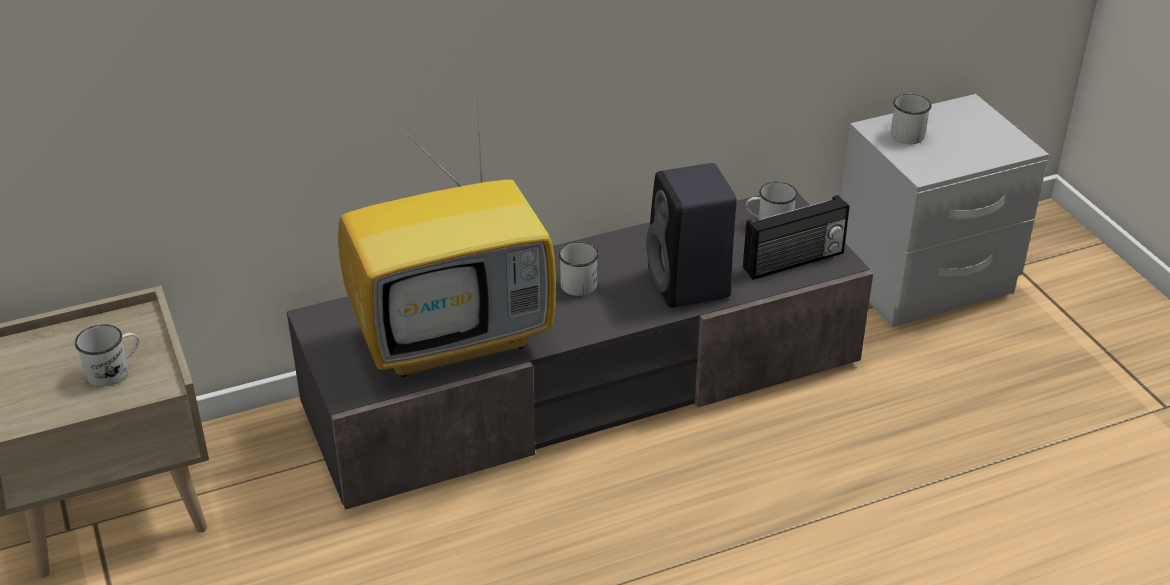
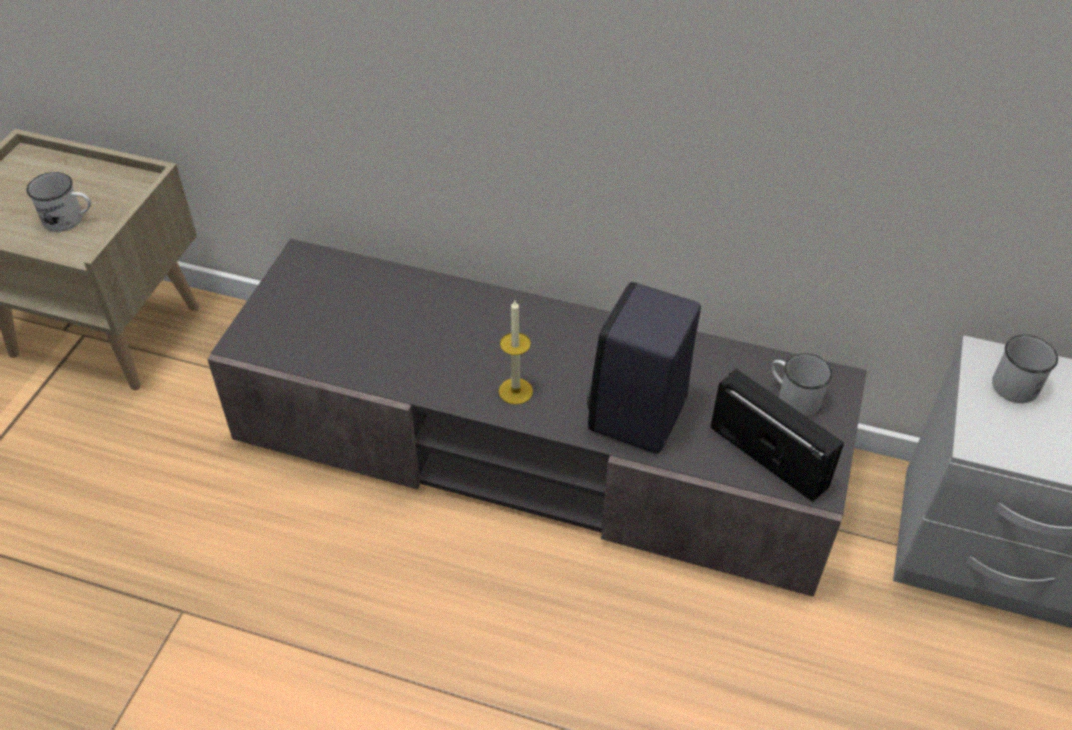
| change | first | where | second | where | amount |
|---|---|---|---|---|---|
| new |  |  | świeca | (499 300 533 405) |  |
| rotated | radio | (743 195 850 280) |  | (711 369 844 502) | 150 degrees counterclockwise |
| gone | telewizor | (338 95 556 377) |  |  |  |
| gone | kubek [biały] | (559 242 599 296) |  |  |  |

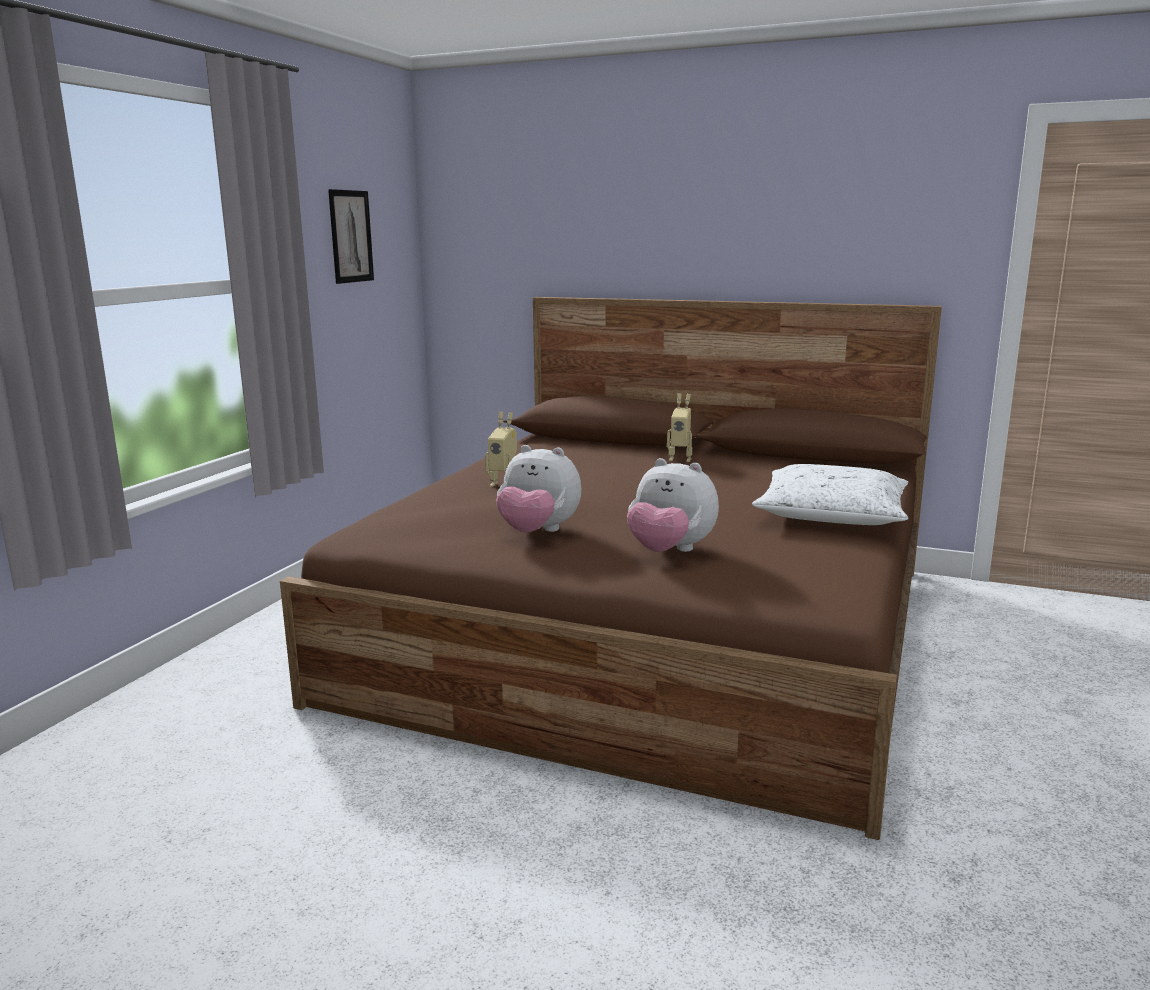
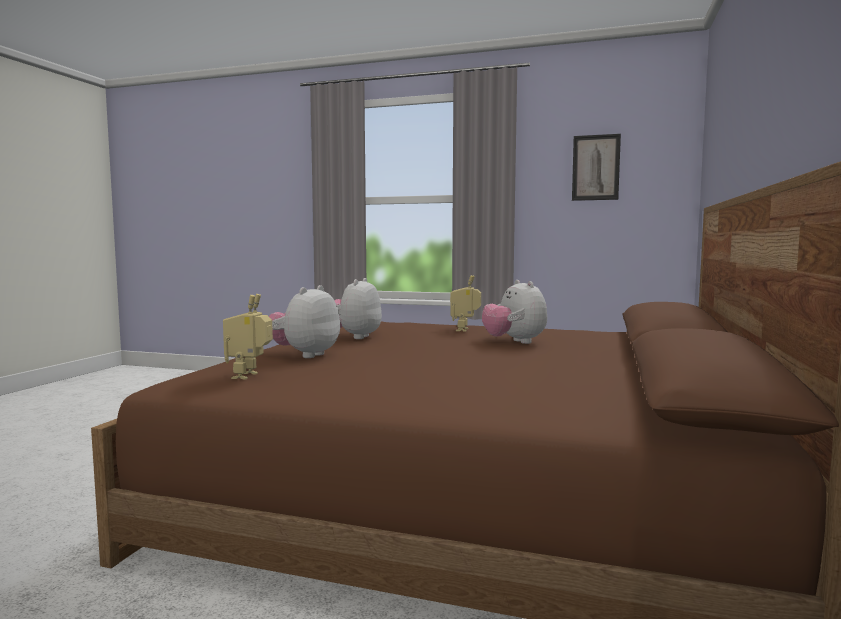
| change | first | where | second | where | amount |
|---|---|---|---|---|---|
| shifted | robot zabawkowy | (667 393 692 462) |  | (223 294 273 379) |  |
| new |  |  | pluszak | (482 280 547 344) |  |
| gone | poduszka [biały] | (752 464 908 525) |  |  |  |

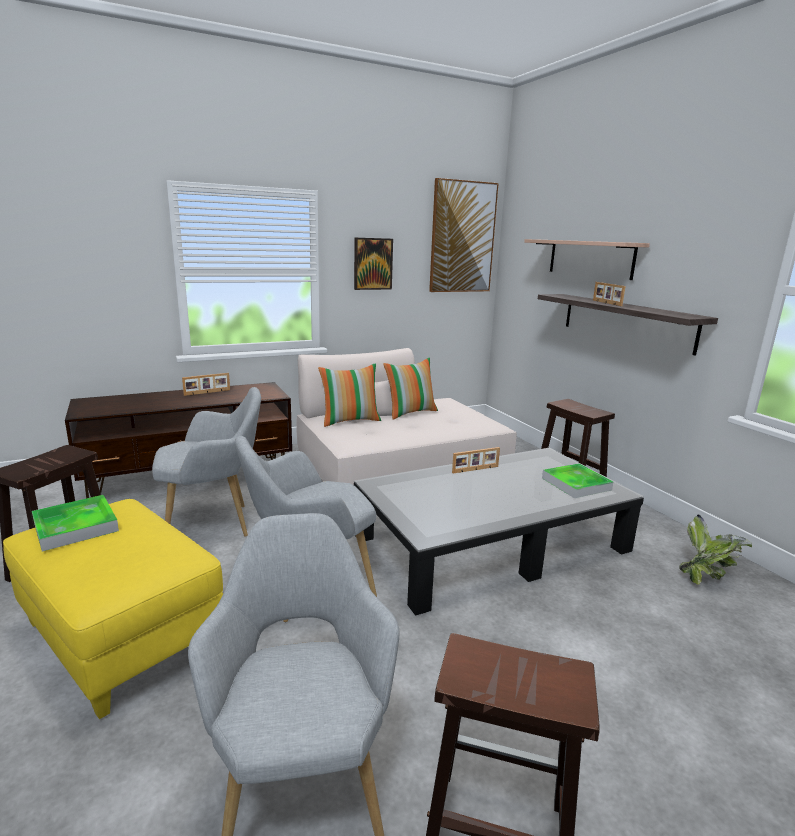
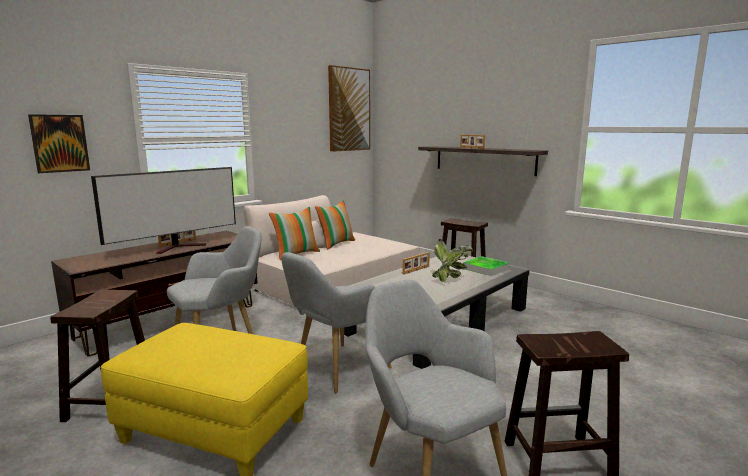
| change | first | where | second | where | amount |
|---|---|---|---|---|---|
| shifted | obraz | (354 238 393 290) |  | (28 114 90 173) |  |
| new |  |  | telewizor | (91 167 236 254) |  |
| shifted | roślina doniczkowa | (679 514 752 585) |  | (432 239 473 282) |  |
| gone | taca | (32 495 119 552) |  |  |  |
| gone | półka | (524 239 650 280) |  |  |  |

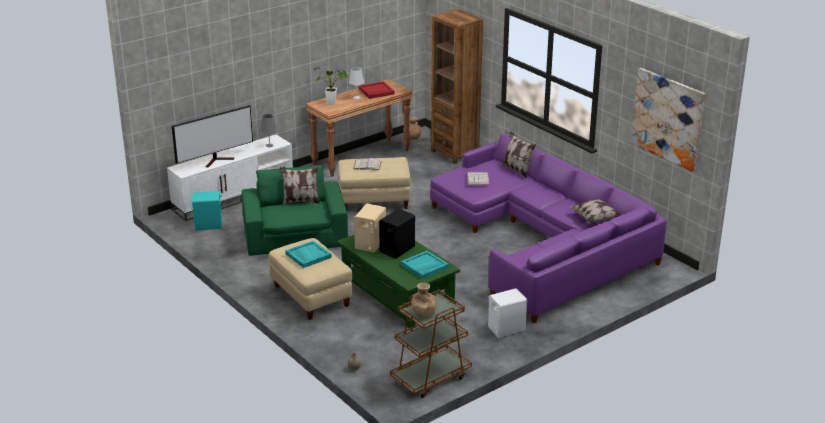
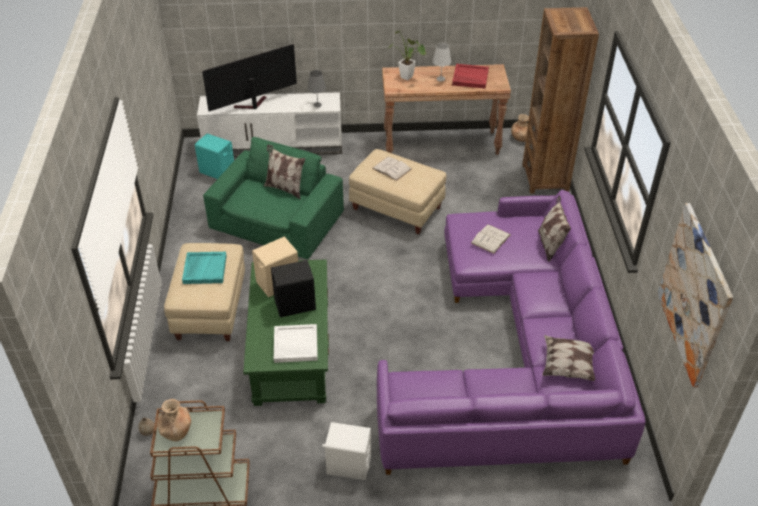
| change | first | where | second | where | amount |
|---|---|---|---|---|---|
| rotated | telewizor | (172 105 253 167) |  | (202 44 297 111) | 150 degrees clockwise |
| repainted | taca [turkusowy] | (401 251 449 279) | taca [biały] | (274 324 318 363) |  |

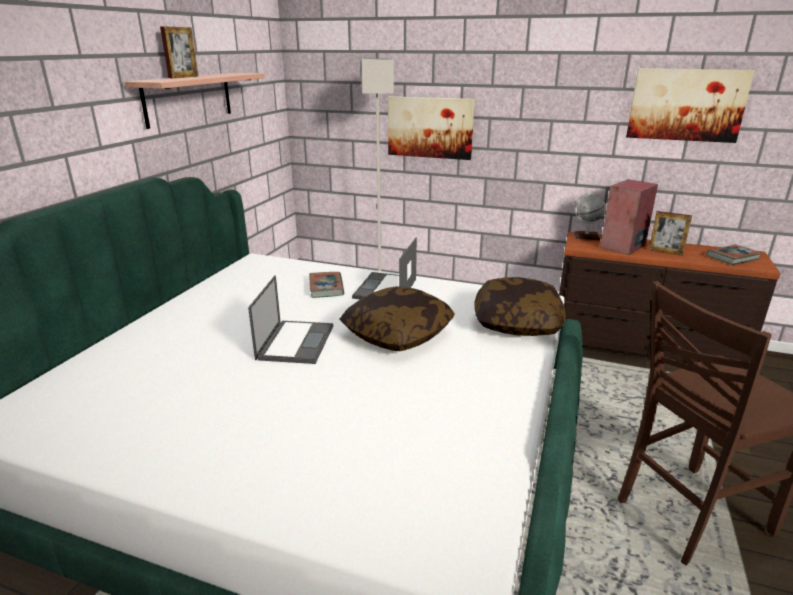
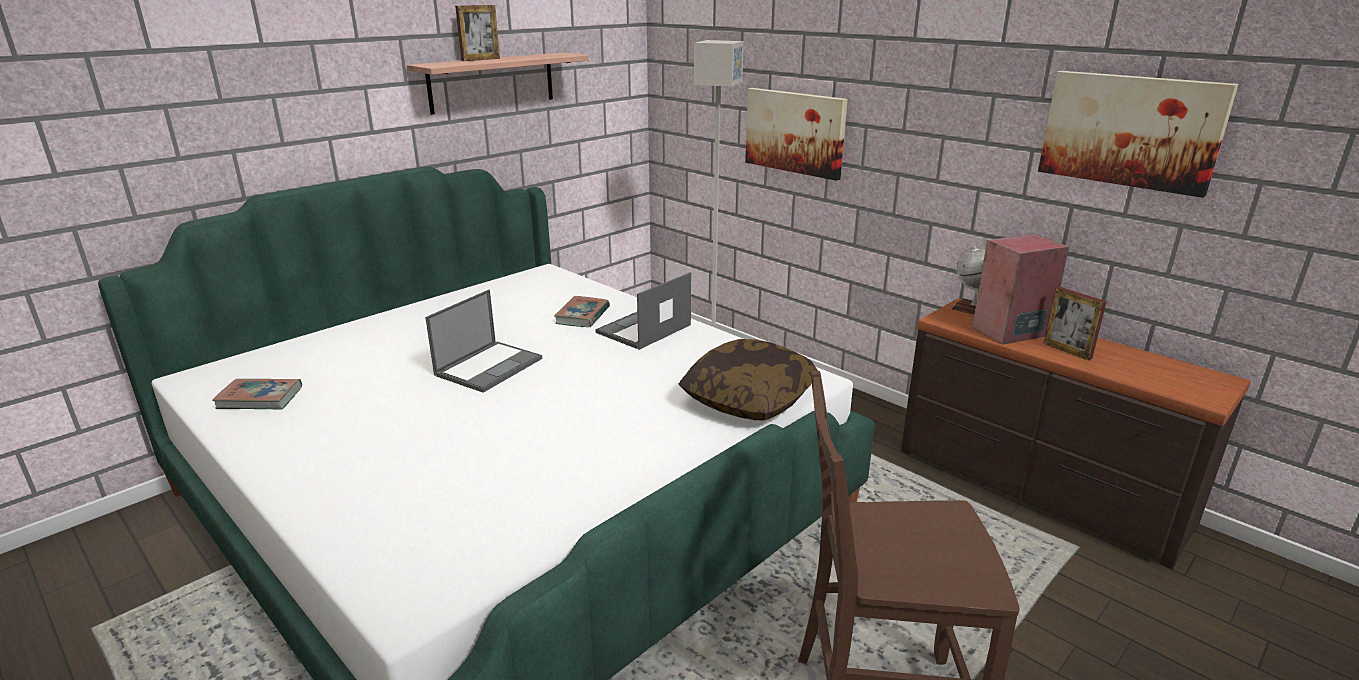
| change | first | where | second | where | amount |
|---|---|---|---|---|---|
| shifted | książka | (706 245 762 265) |  | (212 379 302 409) |  |
| gone | poduszka | (339 286 455 351) |  |  |  |

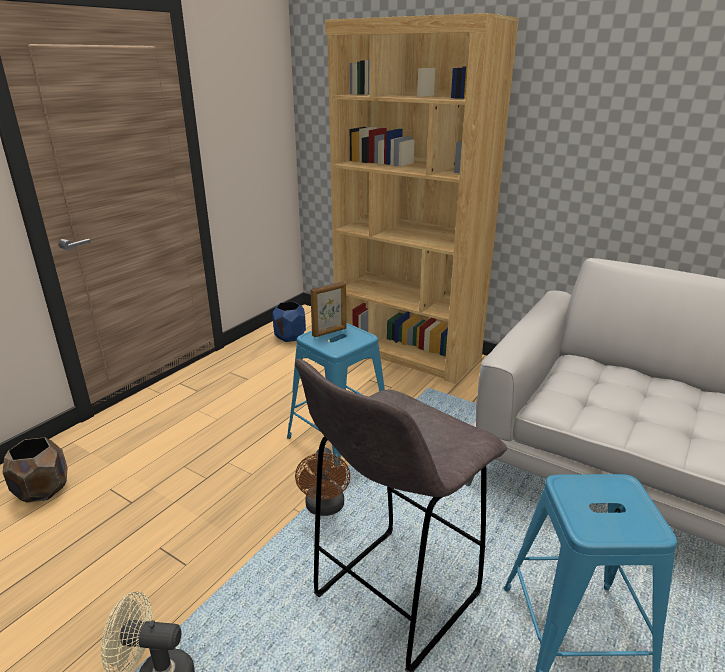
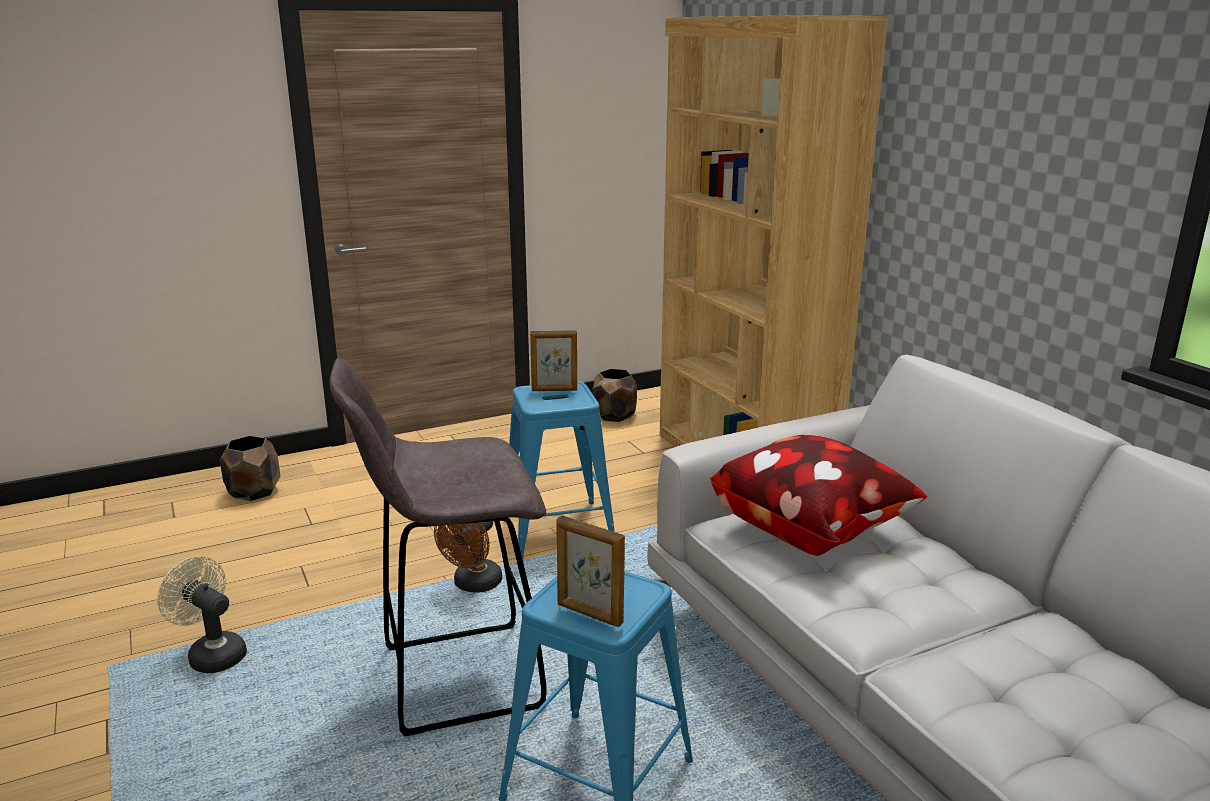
| change | first | where | second | where | amount |
|---|---|---|---|---|---|
| new |  |  | ramka na zdjęcie | (557 515 625 627) |  |
| repainted | donica [niebieski] | (272 302 306 342) | donica [brązowy] | (593 369 637 422) |  |
| new |  |  | poduszka | (710 434 927 556) |  |

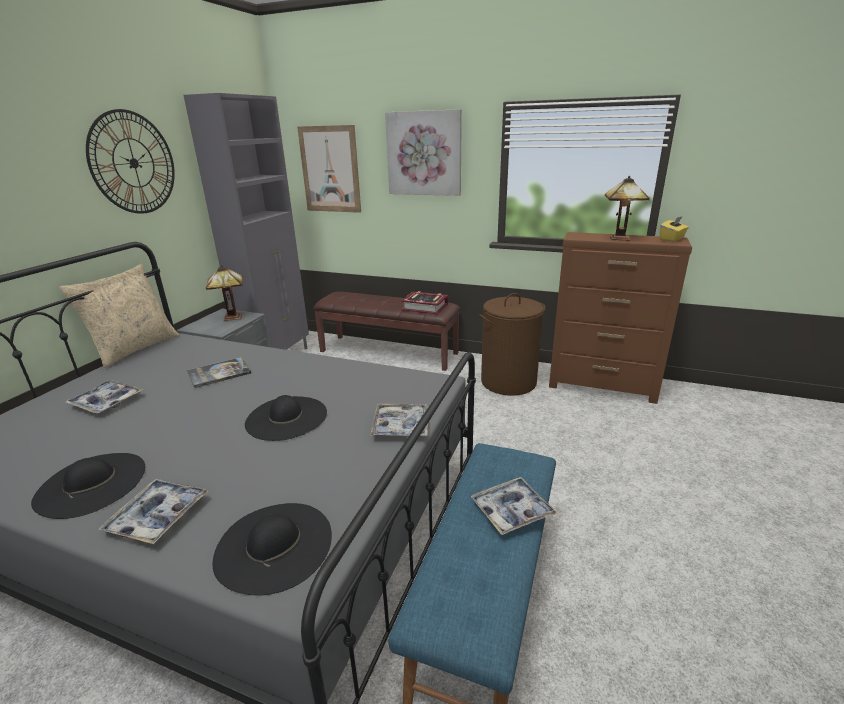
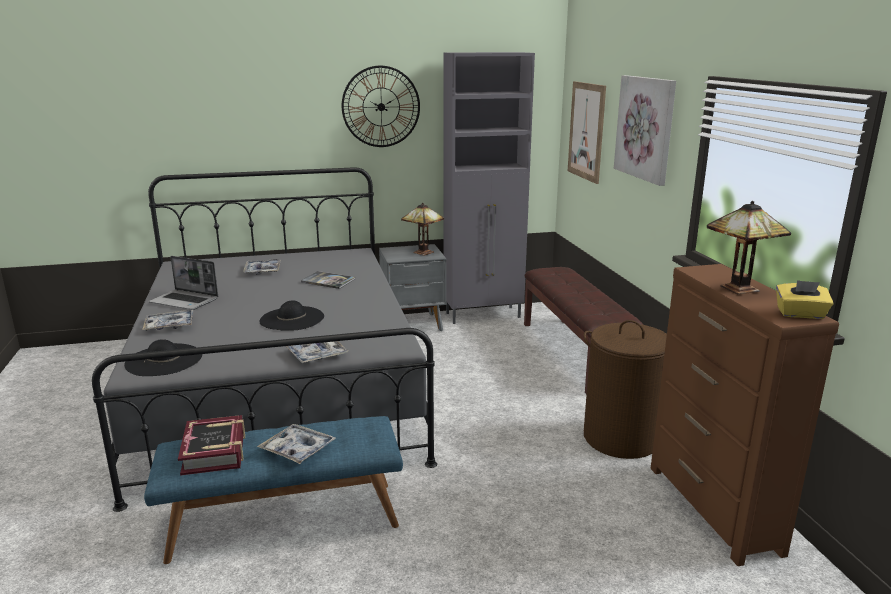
| change | first | where | second | where | amount |
|---|---|---|---|---|---|
| swapped | kapelusz [czarny] | (31 453 145 519) | laptop | (149 256 218 310) |  |
| shifted | książka | (401 291 448 314) |  | (178 415 245 476) |  |
| gone | poduszka [beżowy] | (59 264 180 368) |  |  |  |

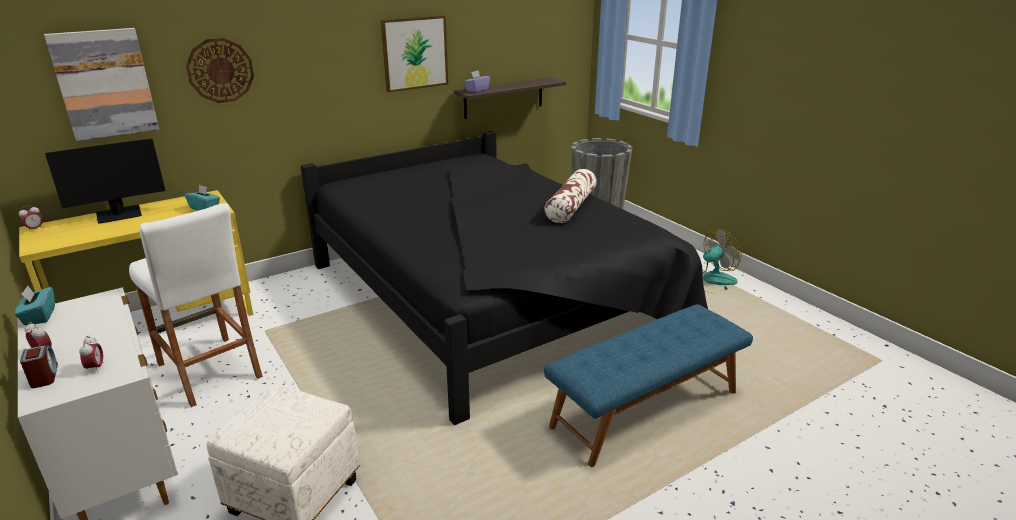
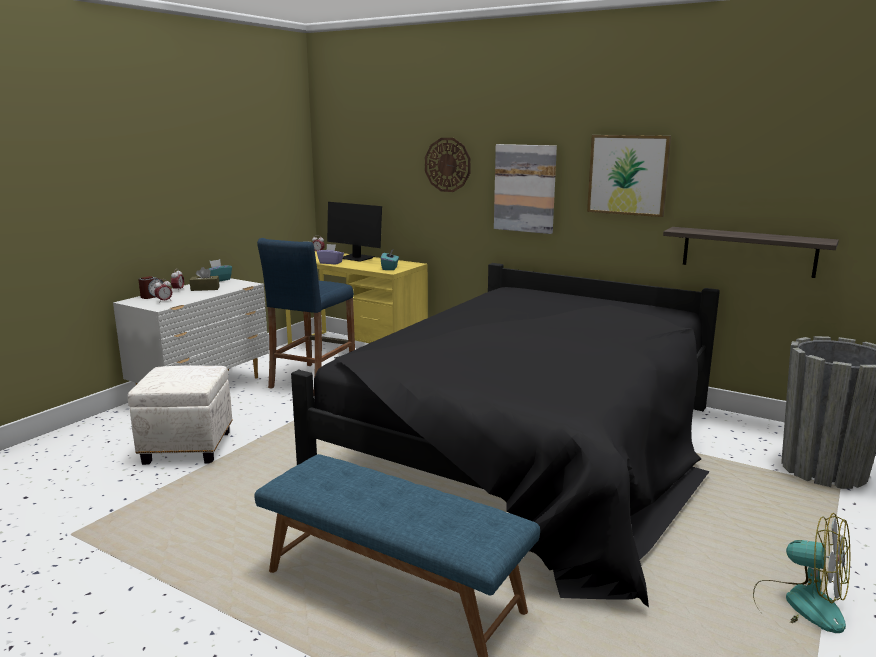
| change | first | where | second | where | amount |
|---|---|---|---|---|---|
| new |  |  | pudełko chusteczek [brązowy] | (190 267 220 291) |  |
| repainted | stołek [biały] | (129 203 263 407) | stołek [niebieski] | (257 238 355 389) |  |
| shifted | pudełko chusteczek [fioletowy] | (464 70 490 93) |  | (317 244 344 264) |  |
| shifted | obraz | (44 28 159 141) |  | (494 144 557 234) |  |
| gone | poduszka | (544 169 597 223) |  |  |  |

